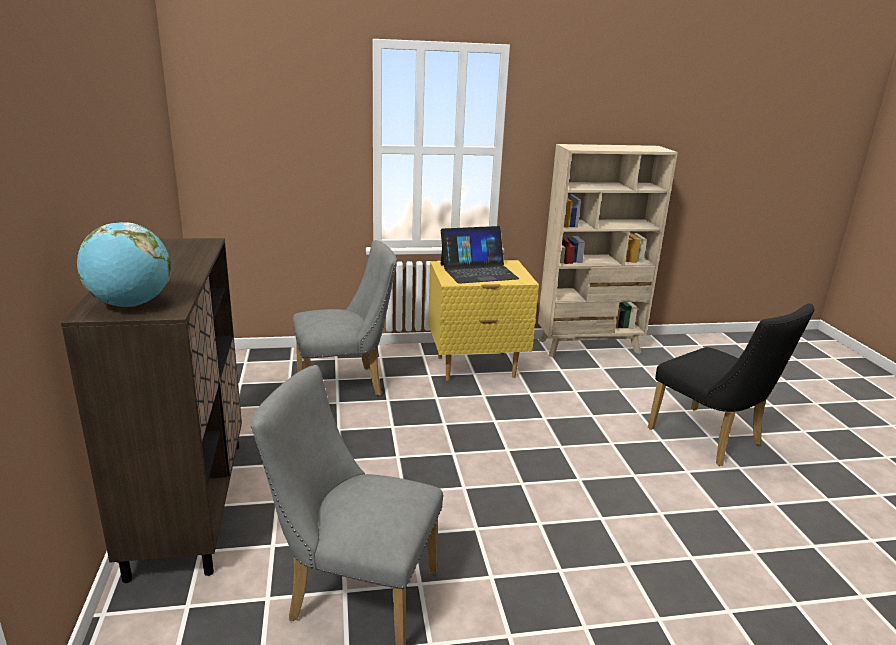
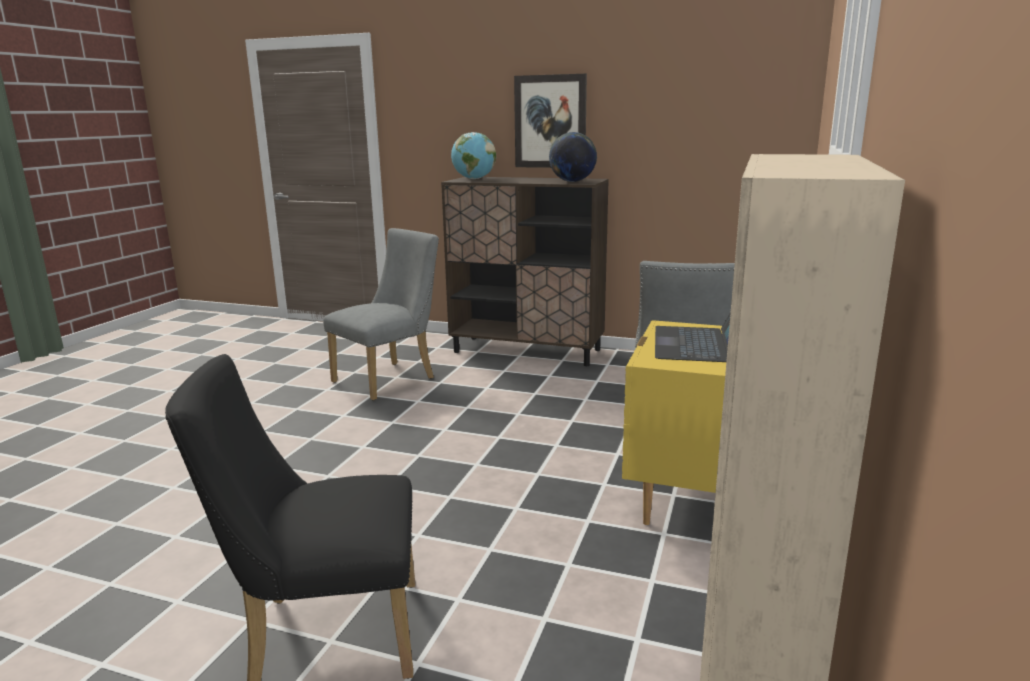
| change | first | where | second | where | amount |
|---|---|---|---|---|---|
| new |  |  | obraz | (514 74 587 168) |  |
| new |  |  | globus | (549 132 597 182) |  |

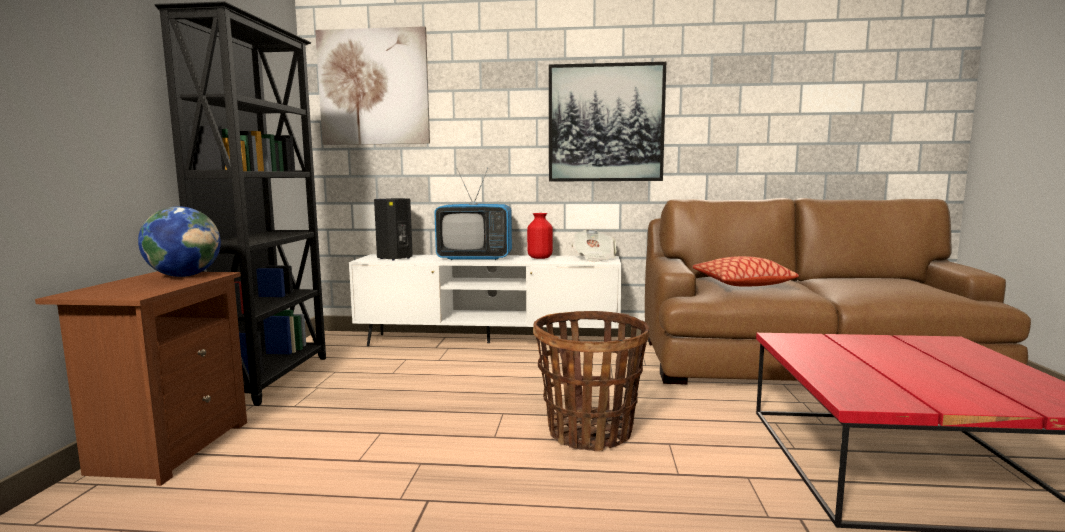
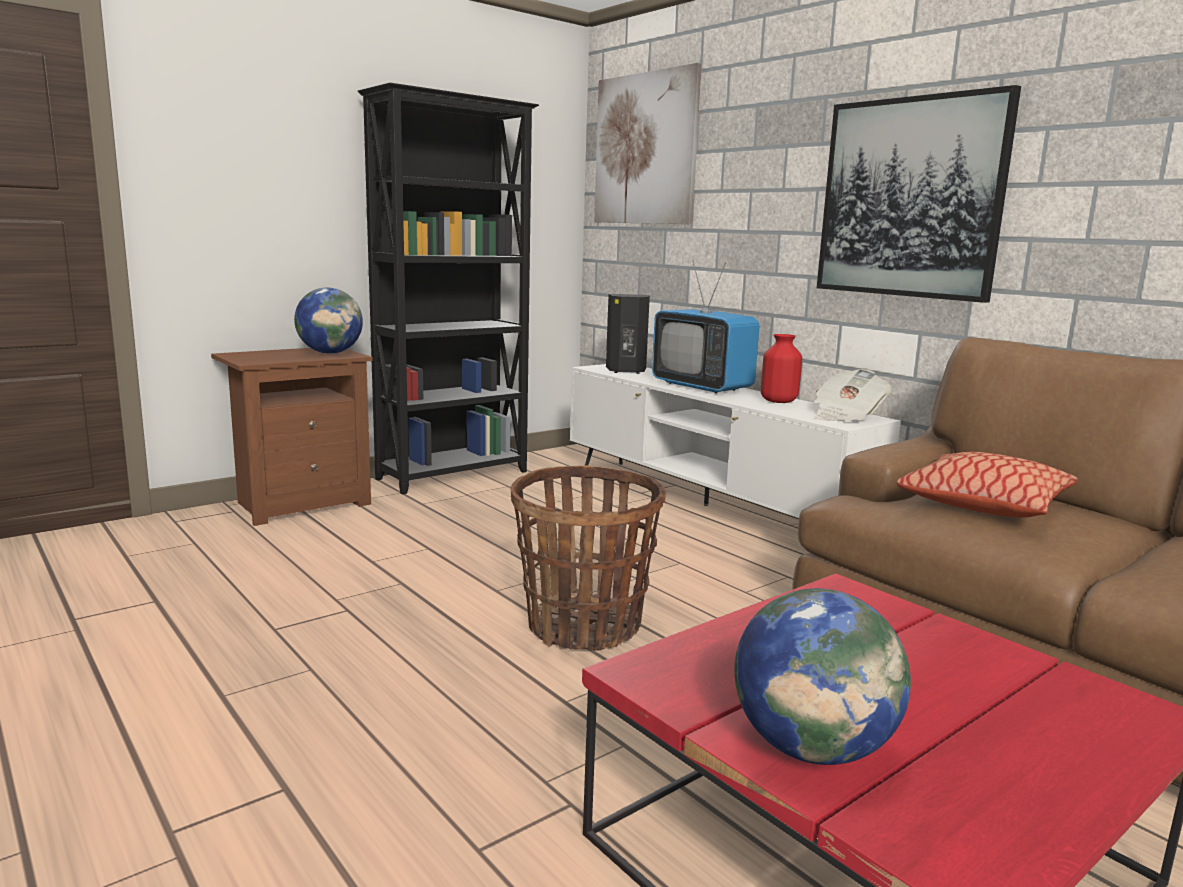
| change | first | where | second | where | amount |
|---|---|---|---|---|---|
| new |  |  | globus | (734 588 911 765) |  |

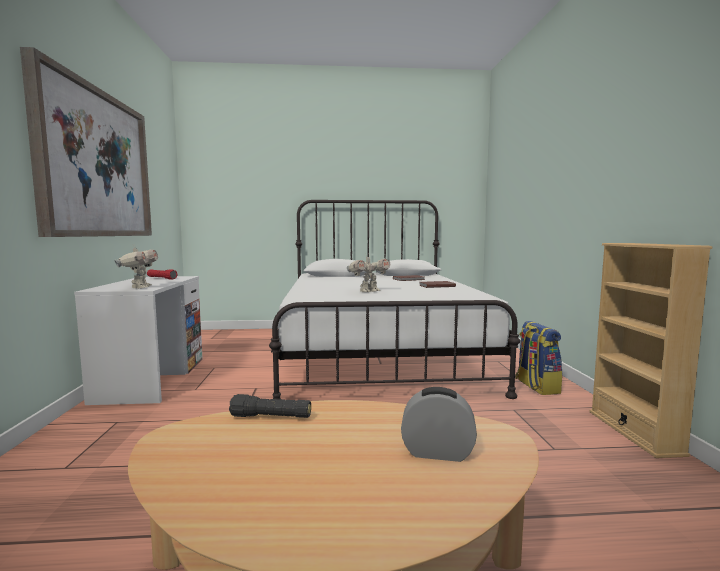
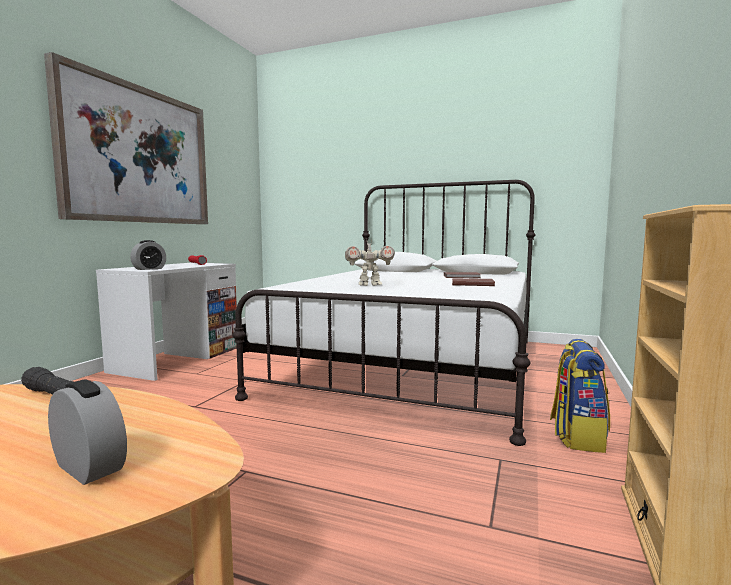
| change | first | where | second | where | amount |
|---|---|---|---|---|---|
| swapped | robot zabawkowy | (115 244 158 289) | budzik | (130 240 166 270) |  |

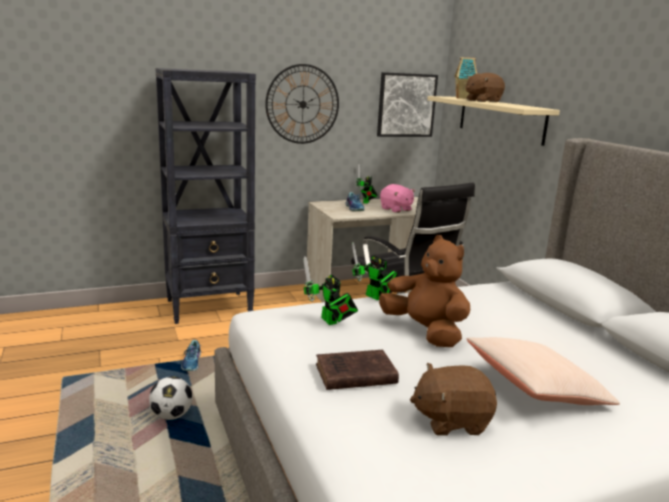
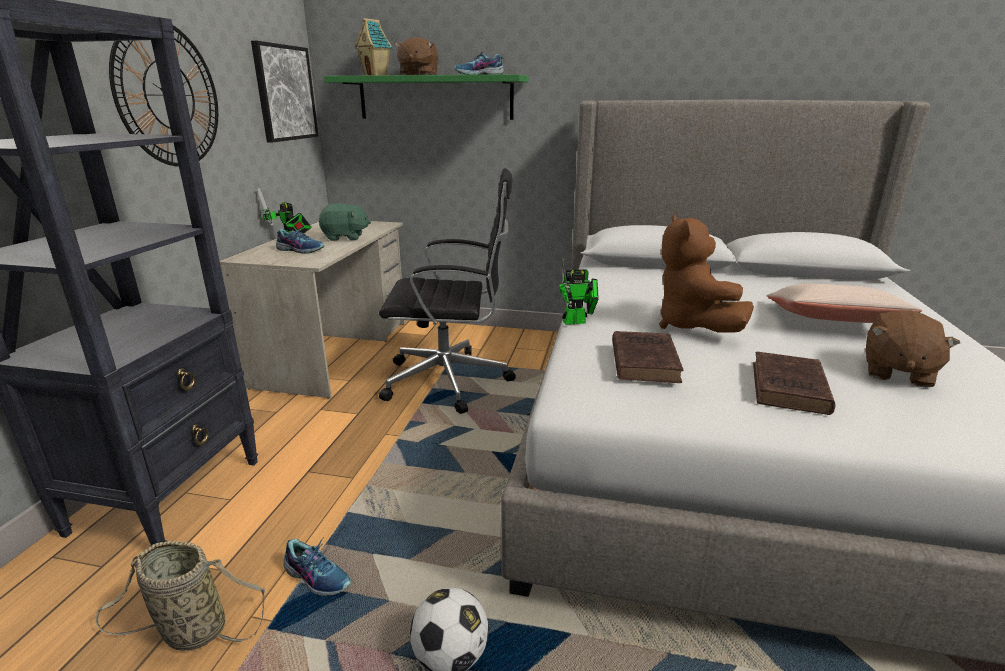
| change | first | where | second | where | amount |
|---|---|---|---|---|---|
| new |  |  | koszyk | (96 541 265 651) |  |
| repainted | pluszak [różowy] | (380 184 415 213) | pluszak [zielony] | (319 203 371 241) |  |
| repainted | półka [beżowy] | (427 96 560 146) | półka [zielony] | (323 74 529 120) |  |
| new |  |  | but | (454 51 504 75) |  |
| swapped | robot zabawkowy | (303 256 358 325) | książka [brązowy] | (612 331 684 383) |  |
| rotated | pluszak [brązowy] | (379 235 470 347) |  | (659 215 754 332) | 90 degrees counterclockwise |

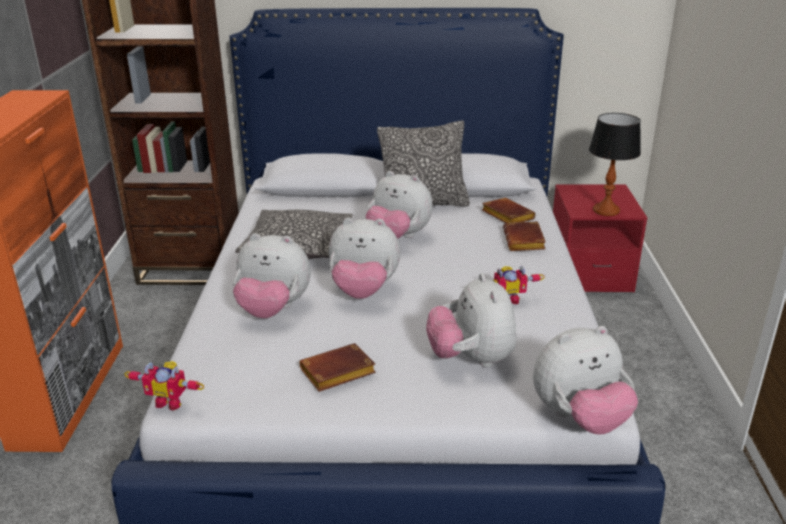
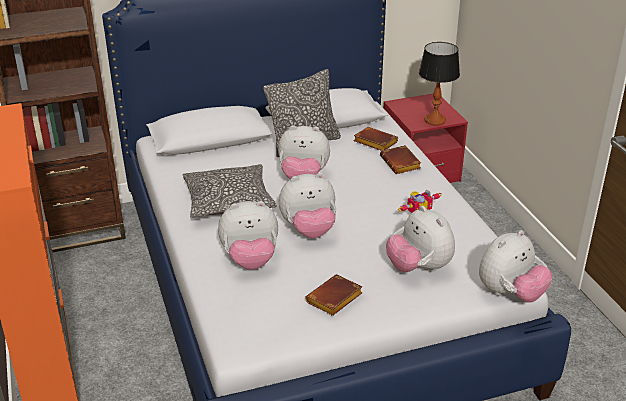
| change | first | where | second | where | amount |
|---|---|---|---|---|---|
| gone | robot zabawkowy | (124 361 205 410) |  |  |  |

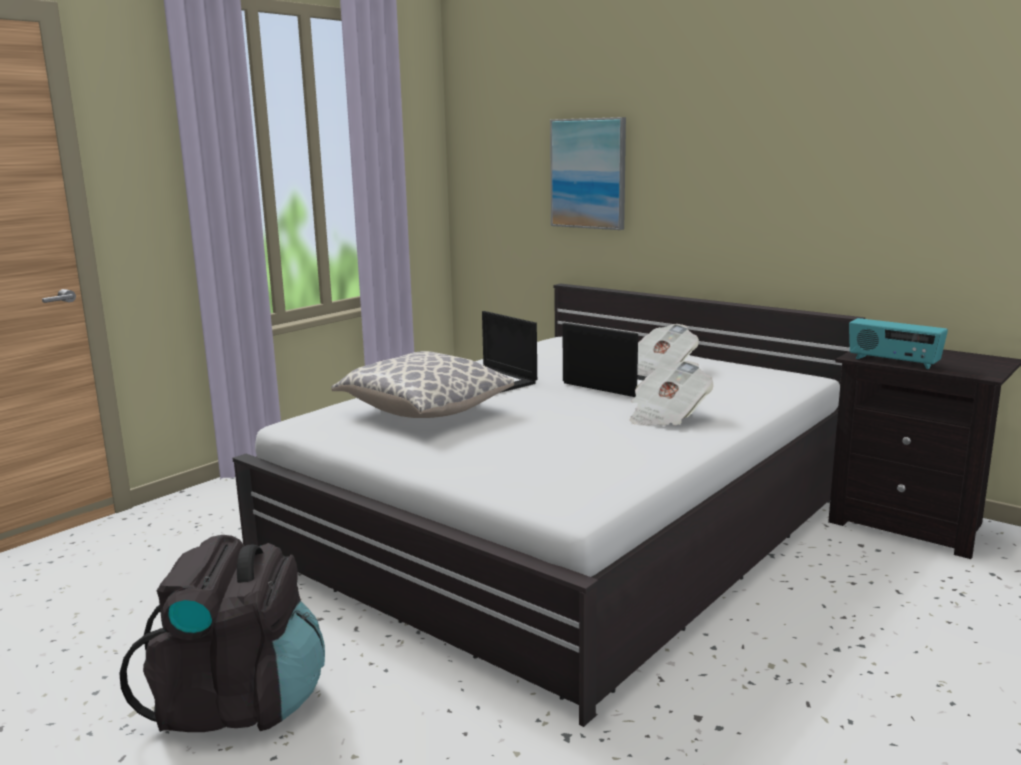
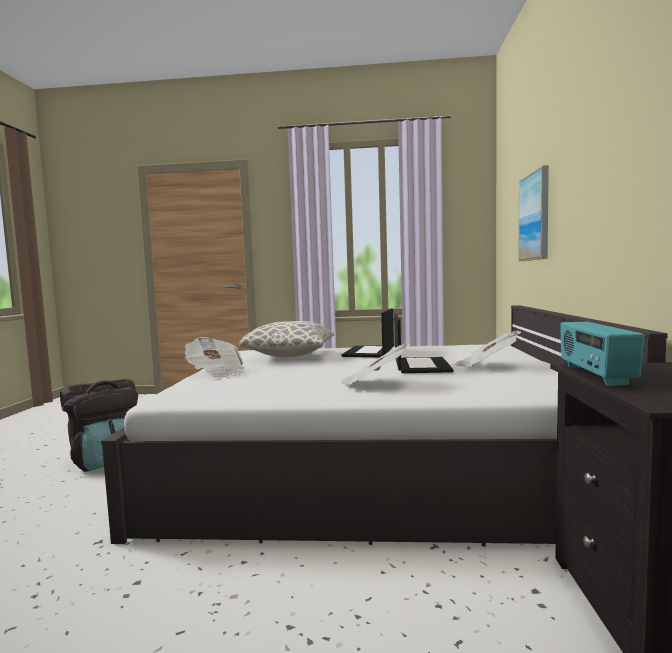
| change | first | where | second | where | amount |
|---|---|---|---|---|---|
| new |  |  | gazeta | (185 337 245 379) |  |

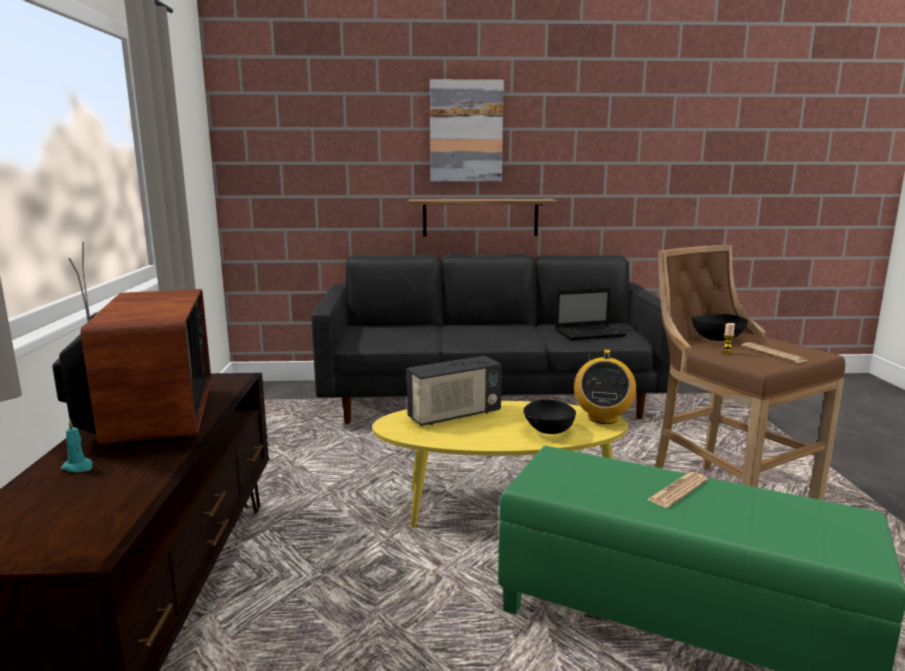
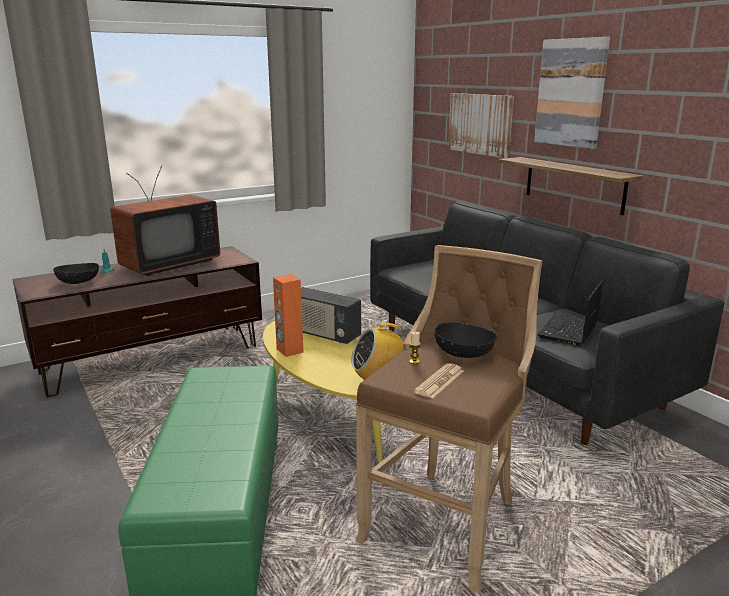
| change | first | where | second | where | amount |
|---|---|---|---|---|---|
| shifted | miska [czarny] | (523 399 576 434) |  | (53 263 99 284) |  |
| new |  |  | głośnik [pomarańczowy] | (273 274 304 357) |  |
| new |  |  | obraz | (448 93 514 158) |  |
| rotated | laptop | (555 287 626 340) |  | (538 281 603 346) | 75 degrees clockwise |
| gone | gazeta | (647 472 708 508) |  |  |  |

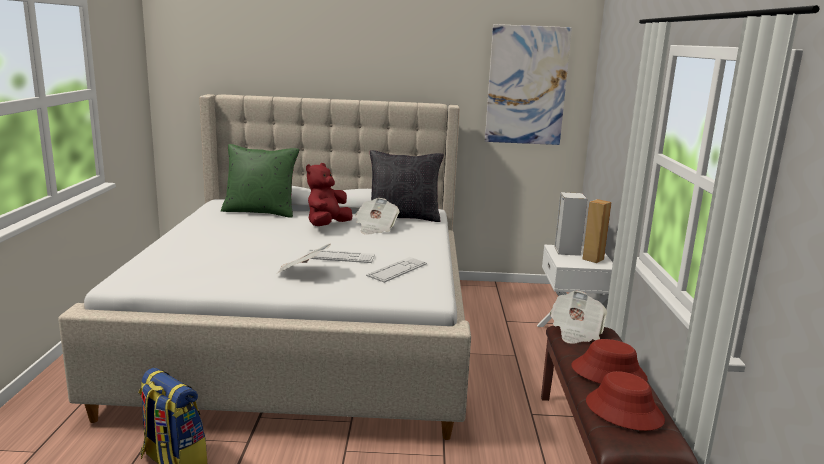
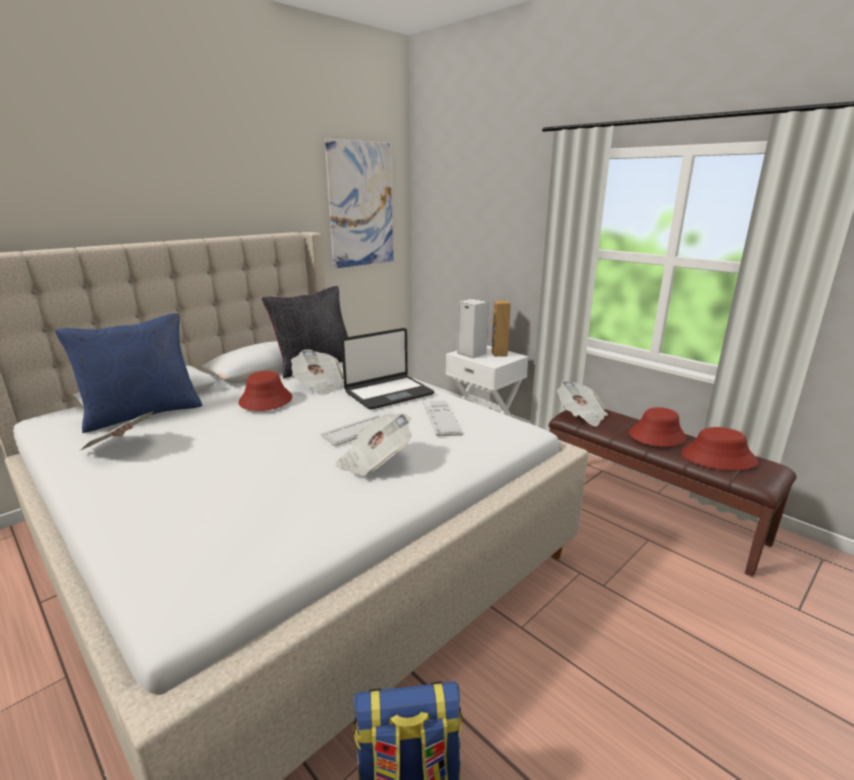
| change | first | where | second | where | amount |
|---|---|---|---|---|---|
| repainted | poduszka [zielony] | (221 144 300 218) | poduszka [niebieski] | (55 313 202 433) |  |
| new |  |  | gazeta | (81 411 154 450) |  |
| swapped | pluszak [czerwony] | (306 163 352 226) | kapelusz [czerwony] | (238 371 292 411) |  |
| new |  |  | laptop | (341 328 434 410) |  |

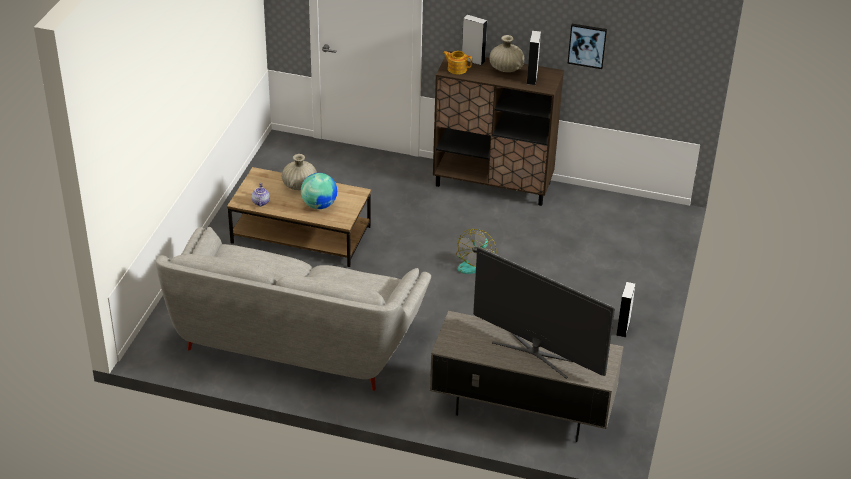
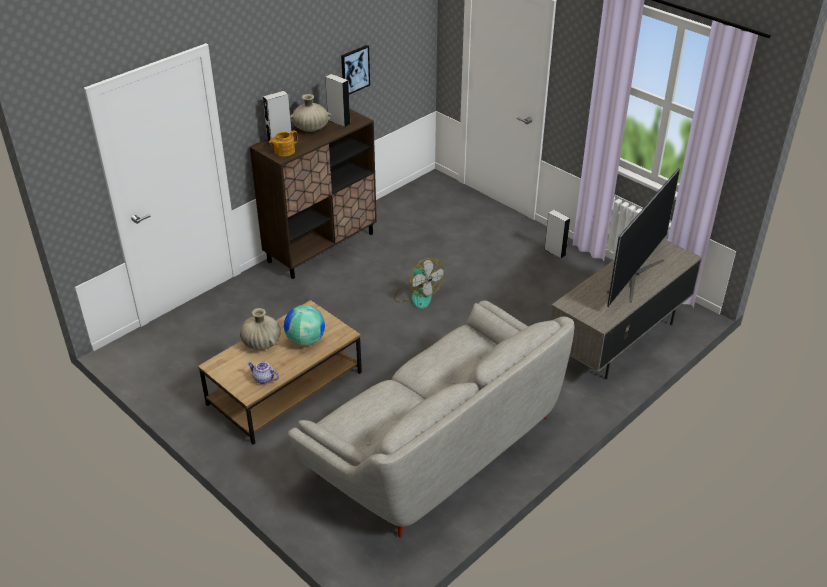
| change | first | where | second | where | amount |
|---|---|---|---|---|---|
| rotated | telewizor | (473 246 615 379) |  | (606 168 680 307) | 150 degrees clockwise |

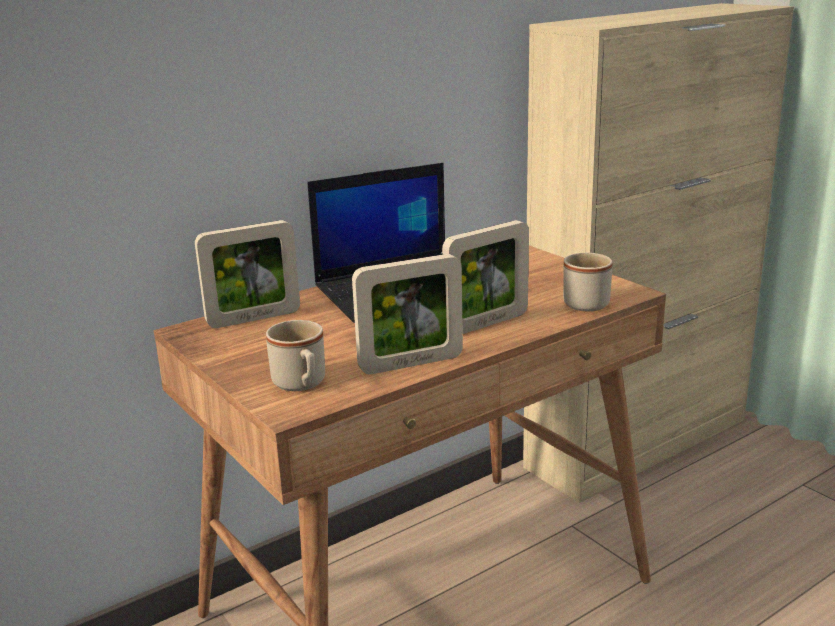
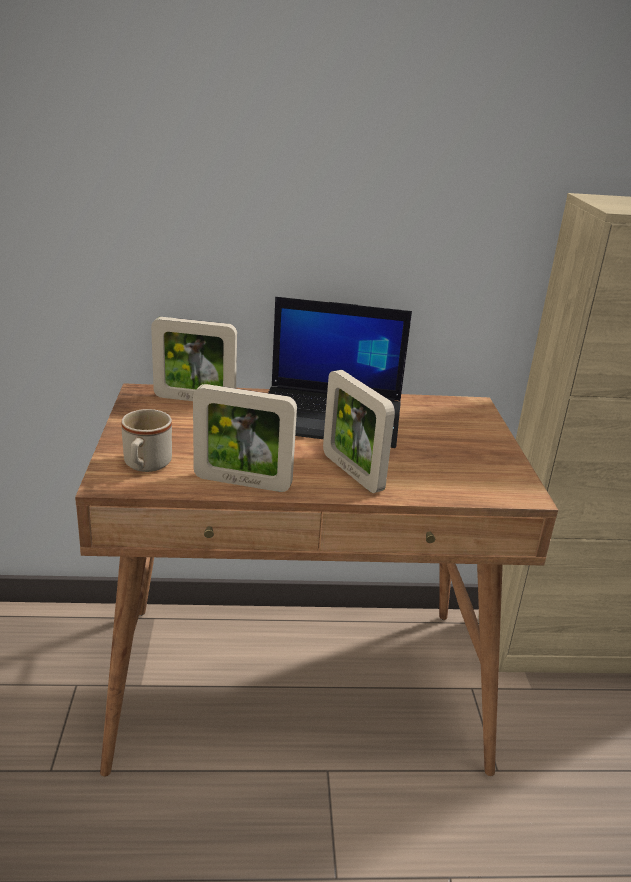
| change | first | where | second | where | amount |
|---|---|---|---|---|---|
| rotated | ramka na zdjęcie | (442 220 529 334) |  | (323 370 395 493) | 60 degrees clockwise |
| gone | kubek [beżowy] | (563 253 612 312) |  |  |  |

